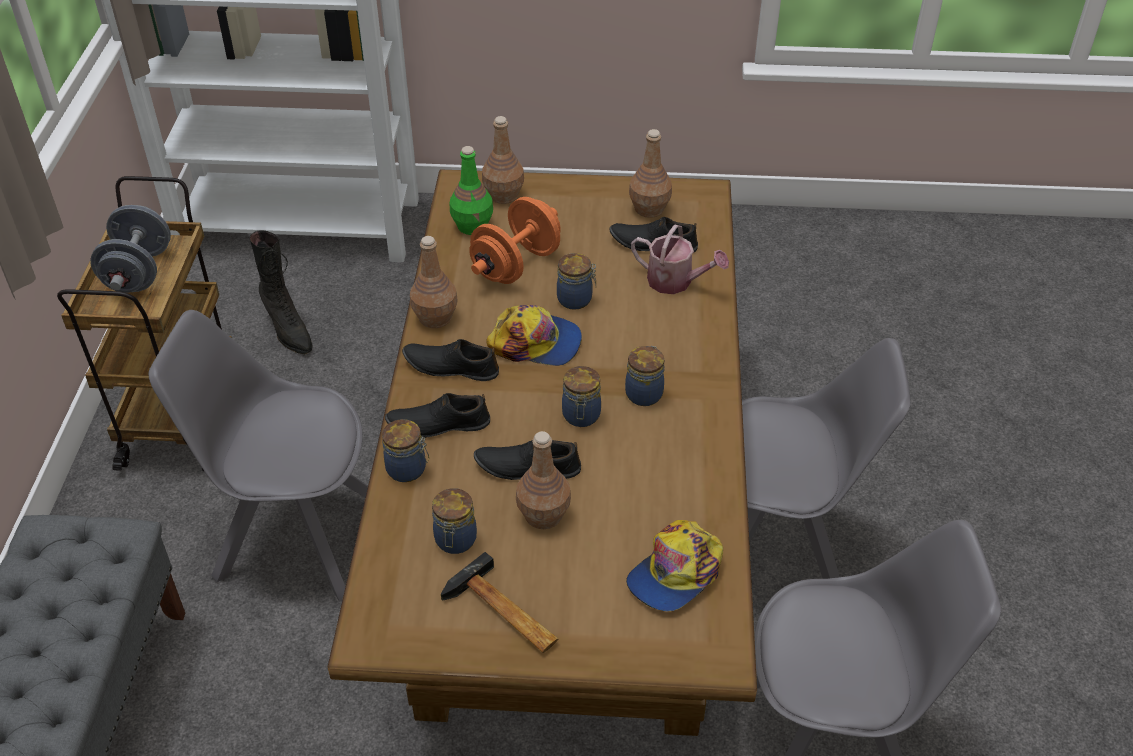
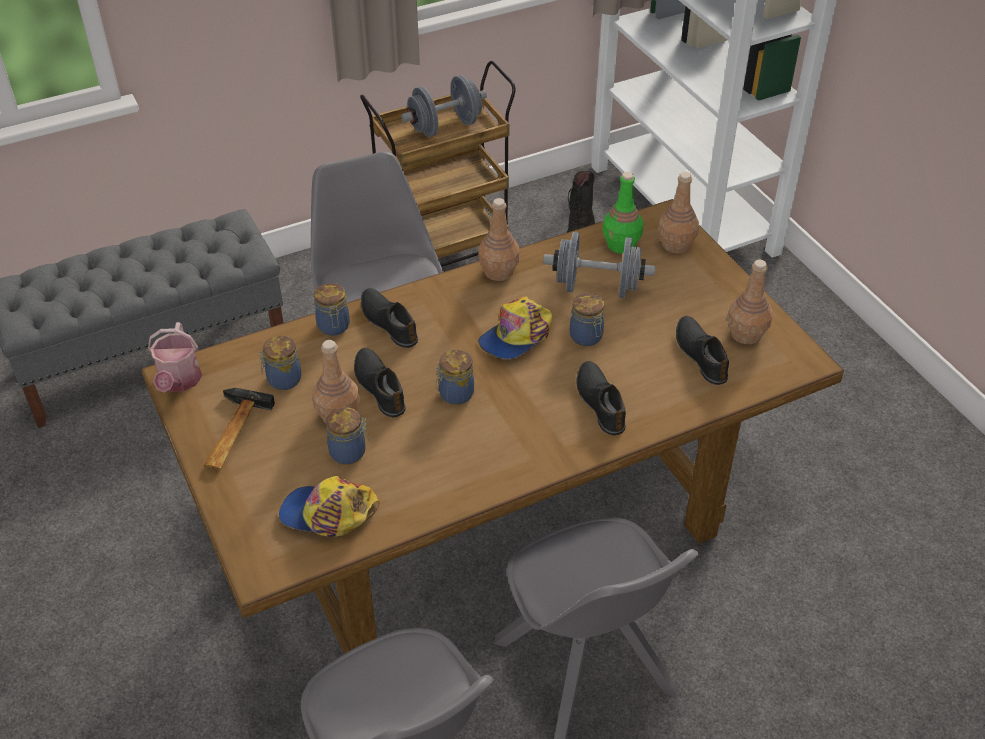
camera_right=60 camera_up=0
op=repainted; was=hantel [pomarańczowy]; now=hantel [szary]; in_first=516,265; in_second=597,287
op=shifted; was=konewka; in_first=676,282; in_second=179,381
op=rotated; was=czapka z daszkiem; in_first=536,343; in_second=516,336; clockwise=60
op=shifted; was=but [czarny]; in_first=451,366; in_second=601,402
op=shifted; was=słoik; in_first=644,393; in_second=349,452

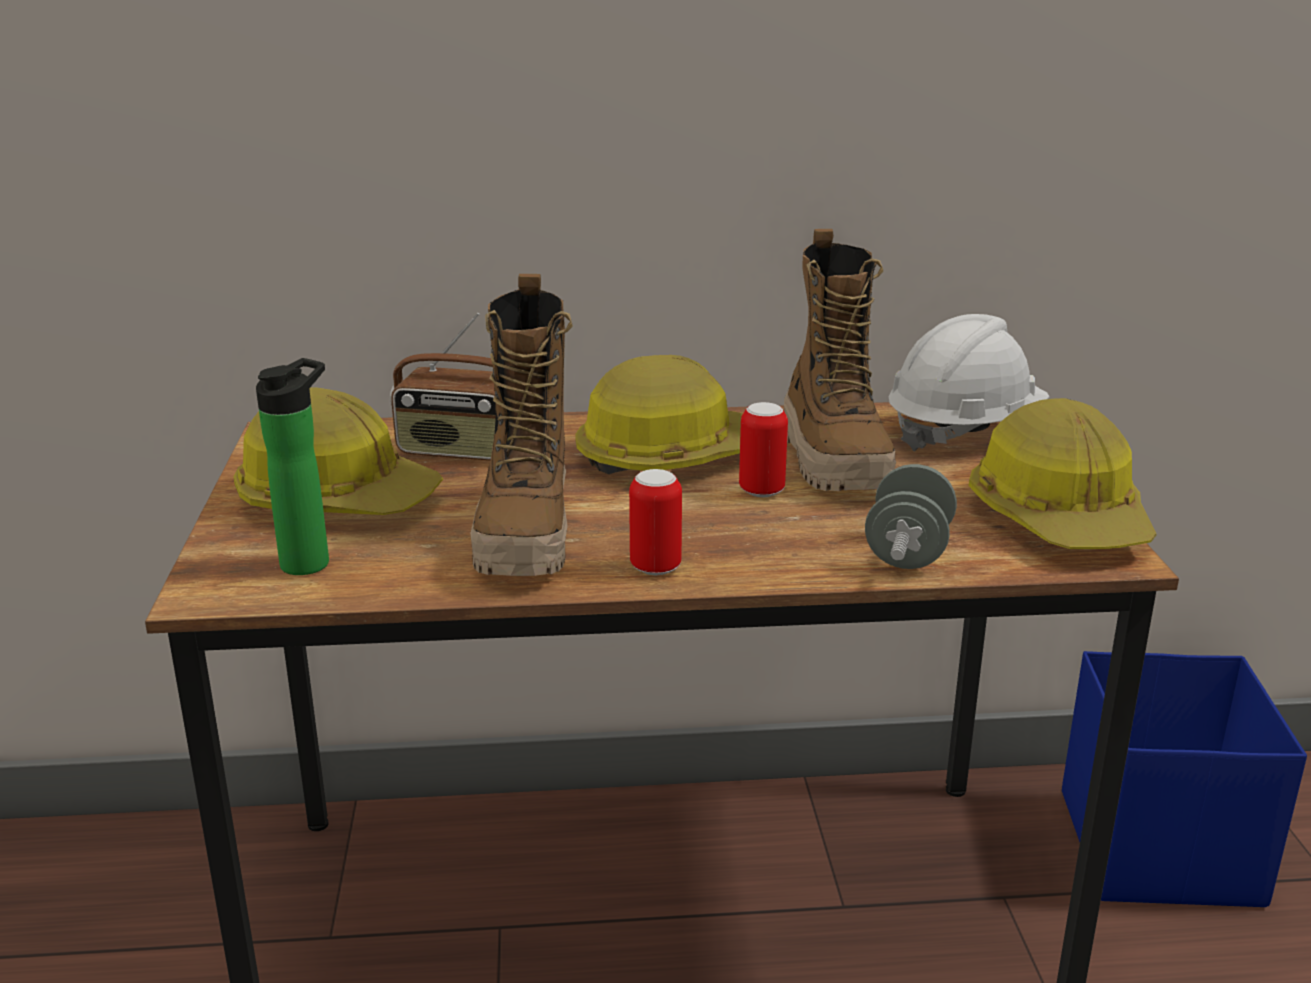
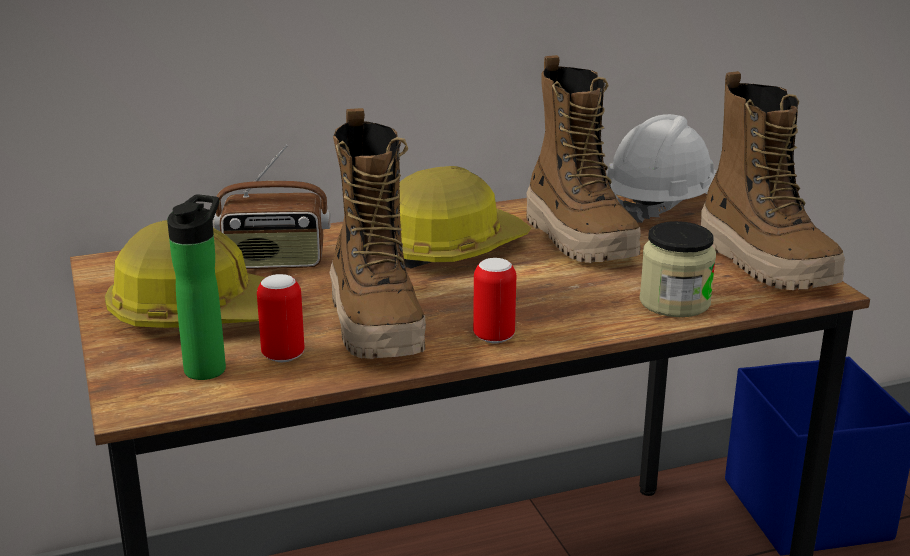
camera_right=-15 camera_up=0
op=swapped; was=kask; now=but z cholewką; in_first=1059,518; in_second=766,264
op=shifted; was=puszka; in_first=761,490; in_second=283,355
op=swapped; was=hantel [szary]; now=słoik; in_first=908,552; in_second=674,302

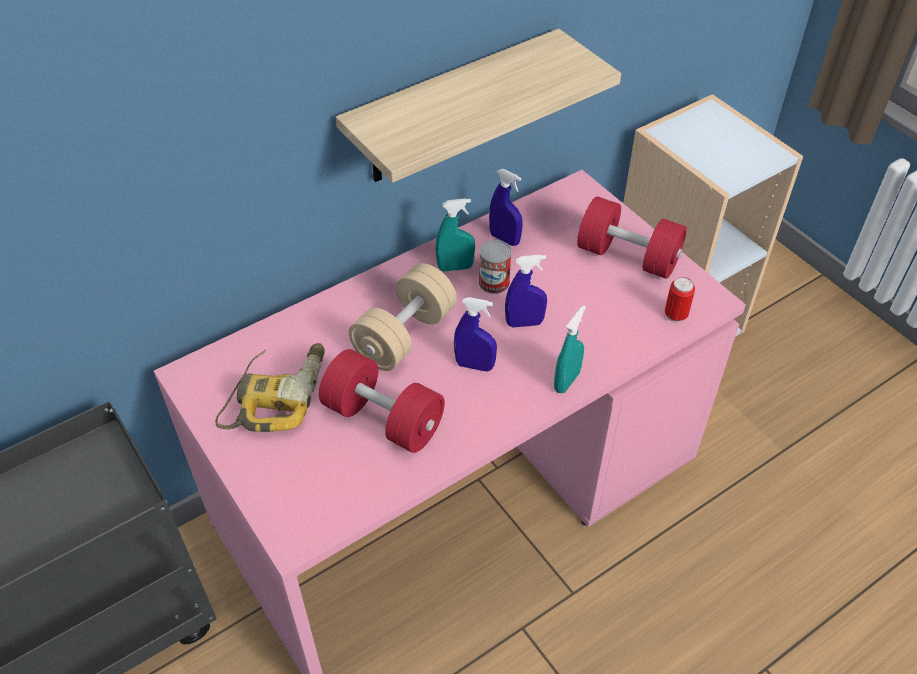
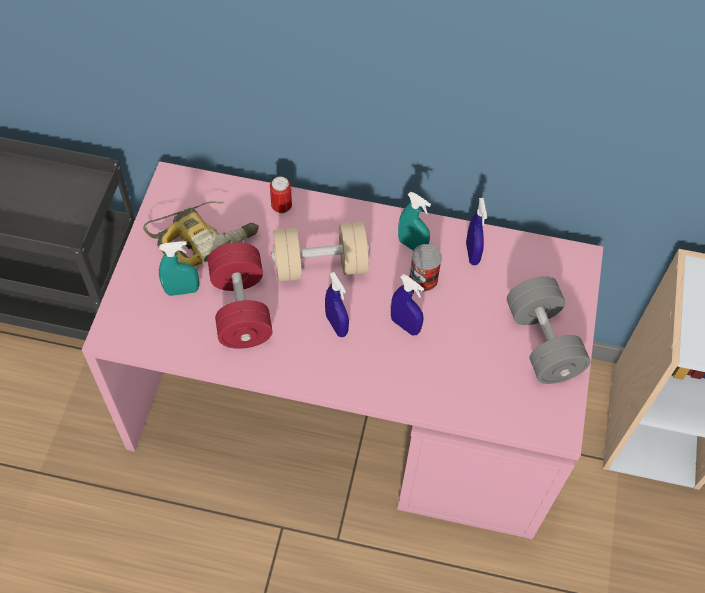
camera_right=45 camera_up=10
op=gone; was=półka; in_first=452,109
op=repainted; was=hantel [czerwony]; now=hantel [szary]; in_first=628,256; in_second=542,342
op=shifted; was=puszka; in_first=675,315; in_second=281,207
op=shifted; was=spryskiwacz [turkusowy]; in_first=566,381; in_second=182,290

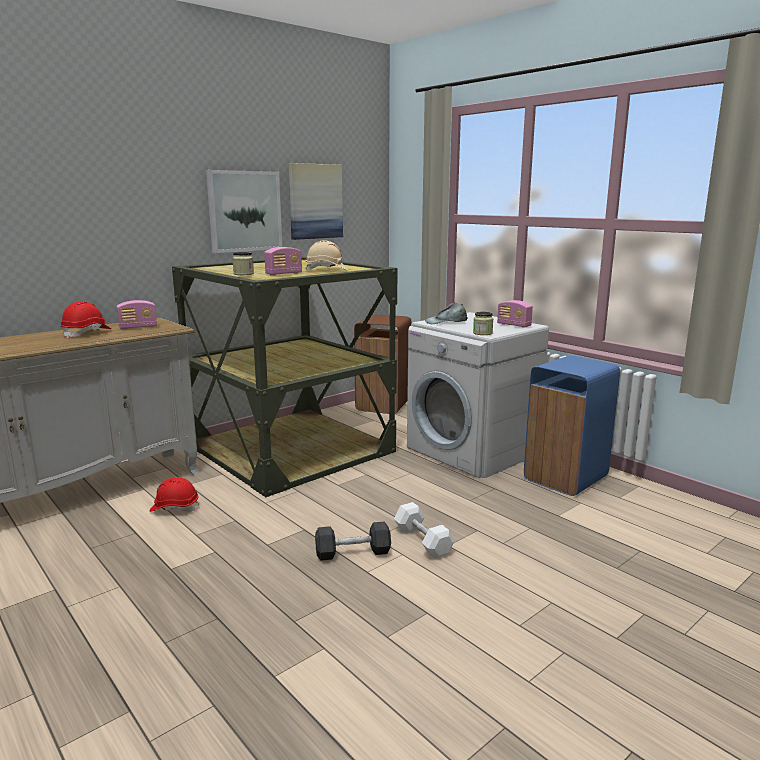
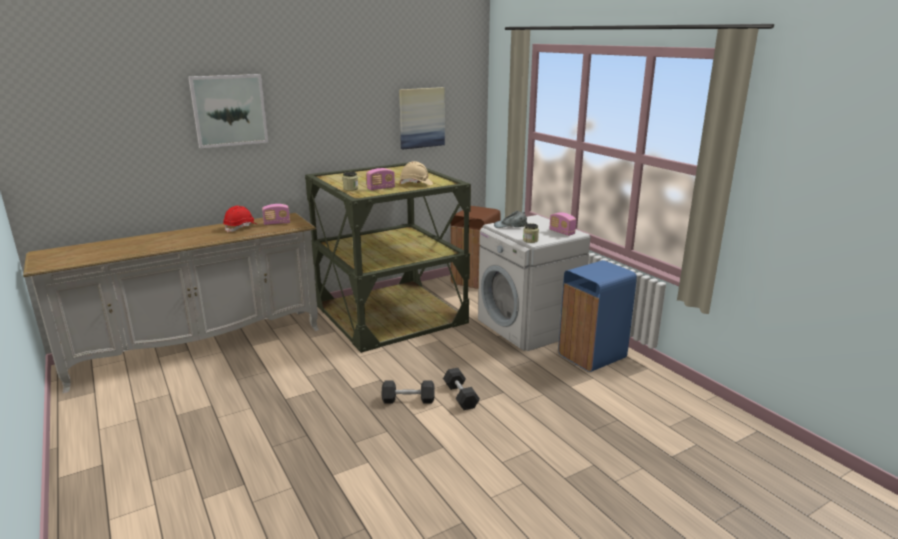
camera_right=10 camera_up=5
op=shifted; was=obraz; in_first=244,211; in_second=229,110
op=gone; was=kask [czerwony]; in_first=175,508
op=repainted; was=hantel [biały]; now=hantel [czarny]; in_first=423,541; in_second=460,396

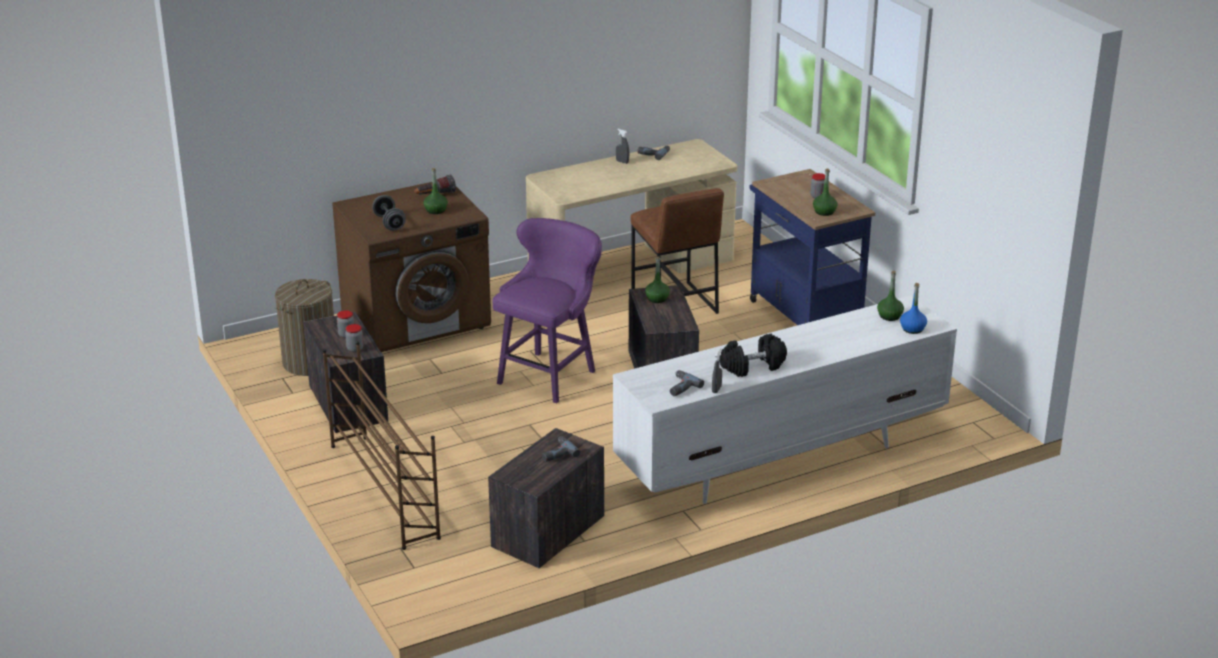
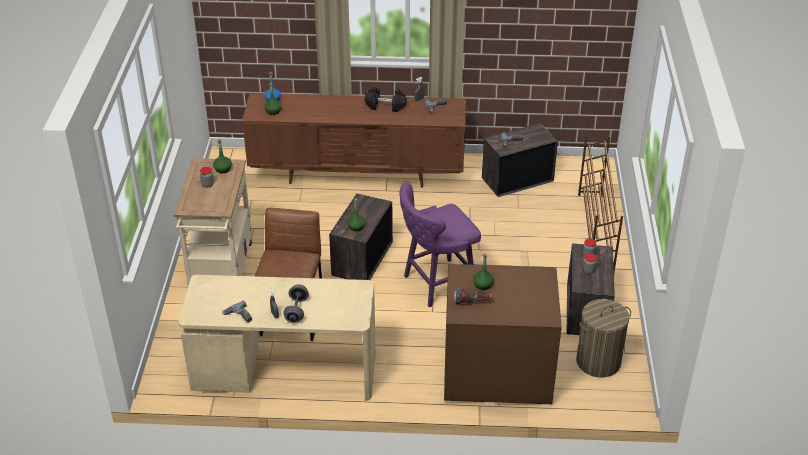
camera_right=-150 camera_up=10
op=repainted; was=wózek [niebieski]; now=wózek [beżowy]; in_first=802,315; in_second=221,271
op=shifted; was=hantel [szary]; in_first=389,223; in_second=296,310
op=repainted; was=szafka [biały]; now=szafka [brązowy]; in_first=781,462; in_second=358,174

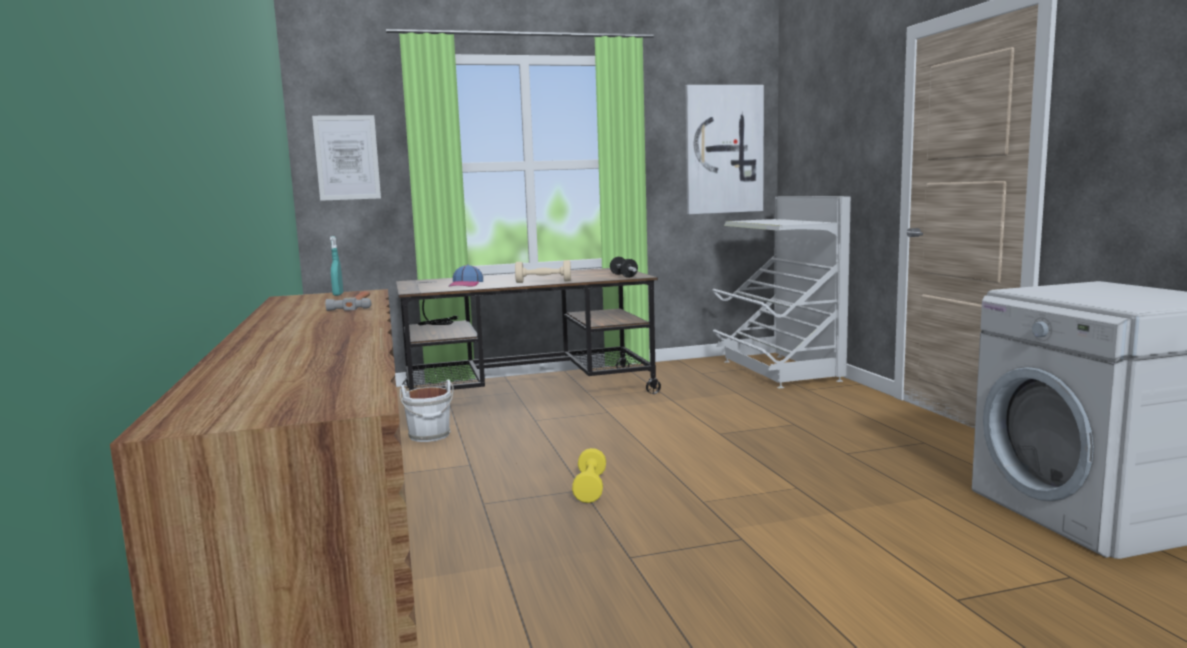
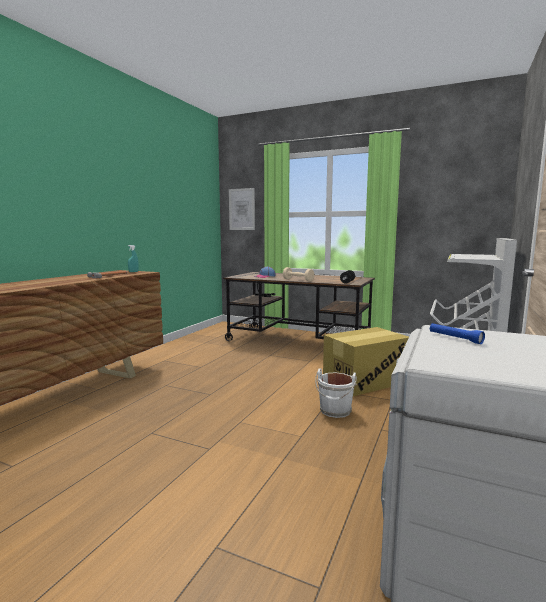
camera_right=40 camera_up=0
op=gone; was=obraz; in_first=723,149
op=shifted; was=wiadro [biały]; in_first=430,436; in_second=335,411
op=gone; was=hantel [żółty]; in_first=590,488
op=new; now=latarka [niebieski]; in_second=455,338
op=new; now=karton; in_second=365,381

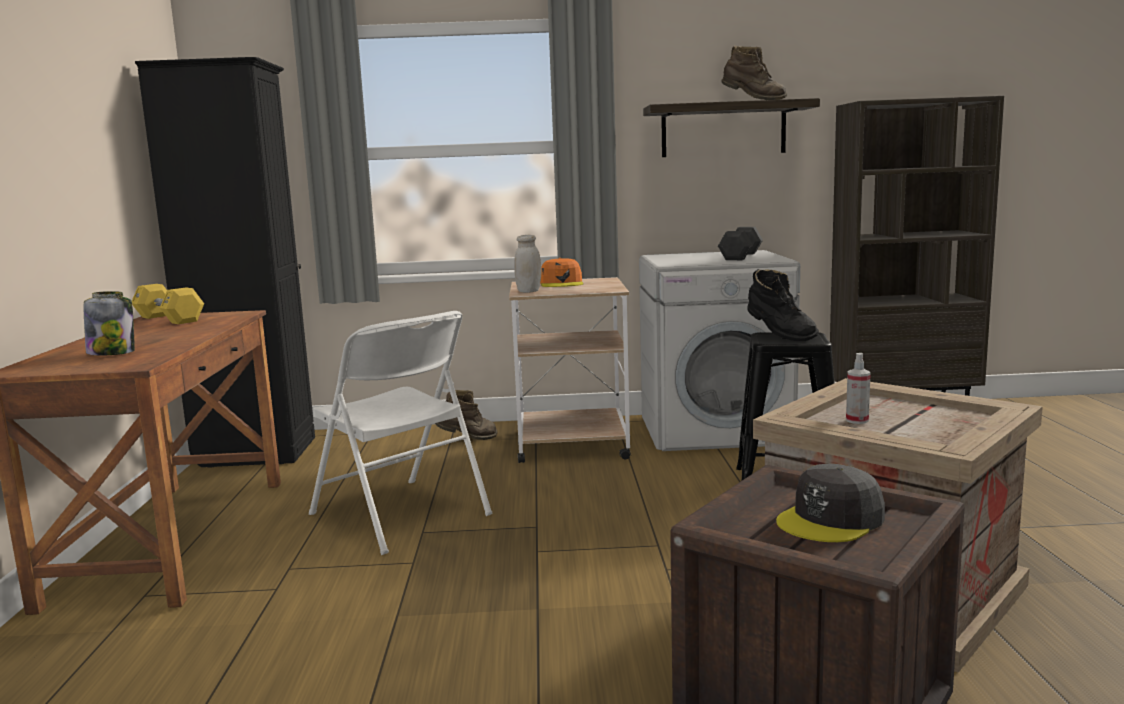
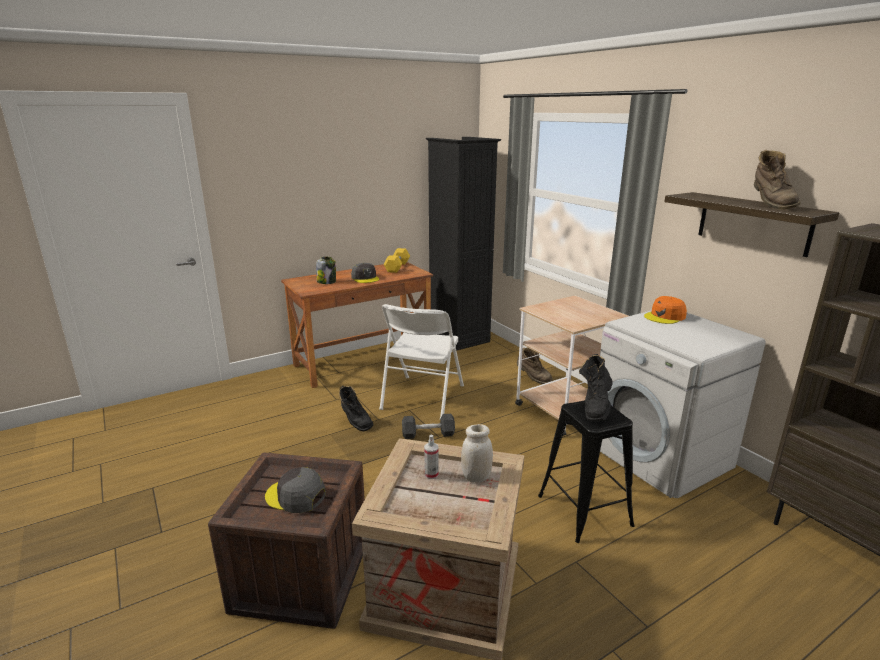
camera_right=60 camera_up=10
op=shifted; was=hantel [czarny]; in_first=740,256; in_second=428,434
op=shifted; was=słoik [biały]; in_first=529,291; in_second=476,477
op=shifted; was=czapka z daszkiem [pomarańczowy]; in_first=562,283; in_second=665,316
op=new; now=czapka z daszkiem [szary]; in_second=365,278
op=new; now=but z cholewką [czarny]; in_second=355,422

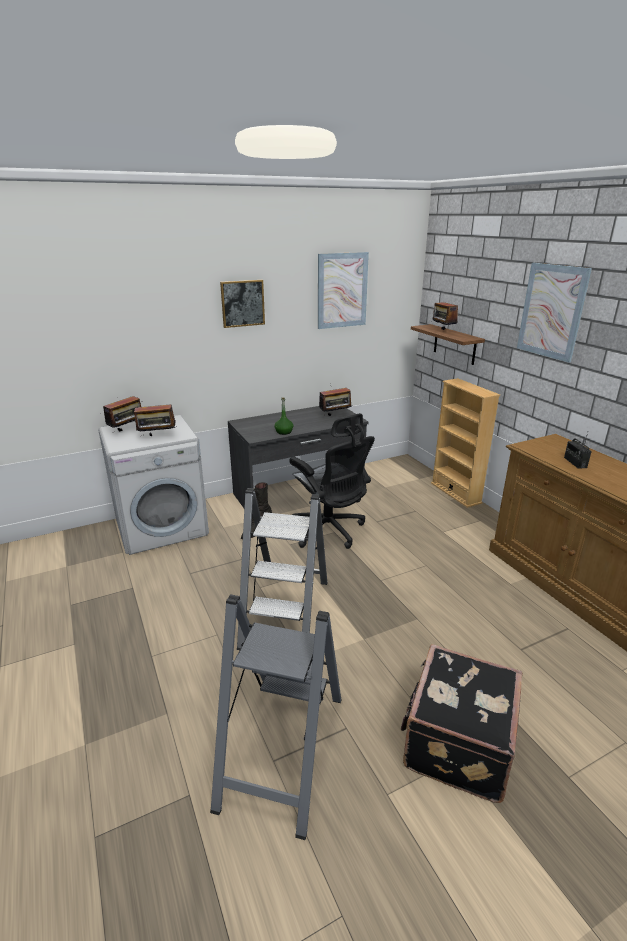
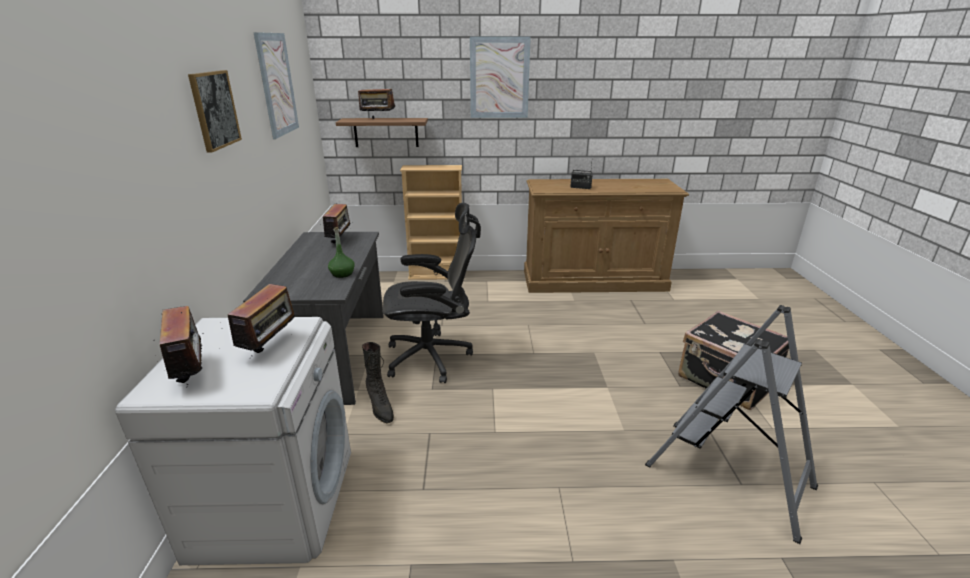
camera_right=-65 camera_up=0
op=gone; was=drabinka [szary]; in_first=286,612

